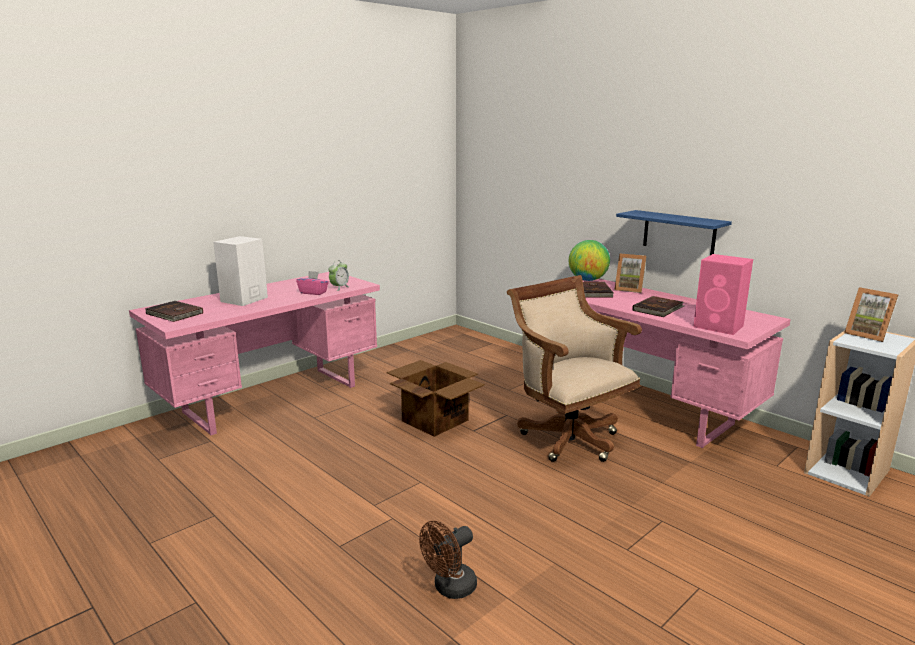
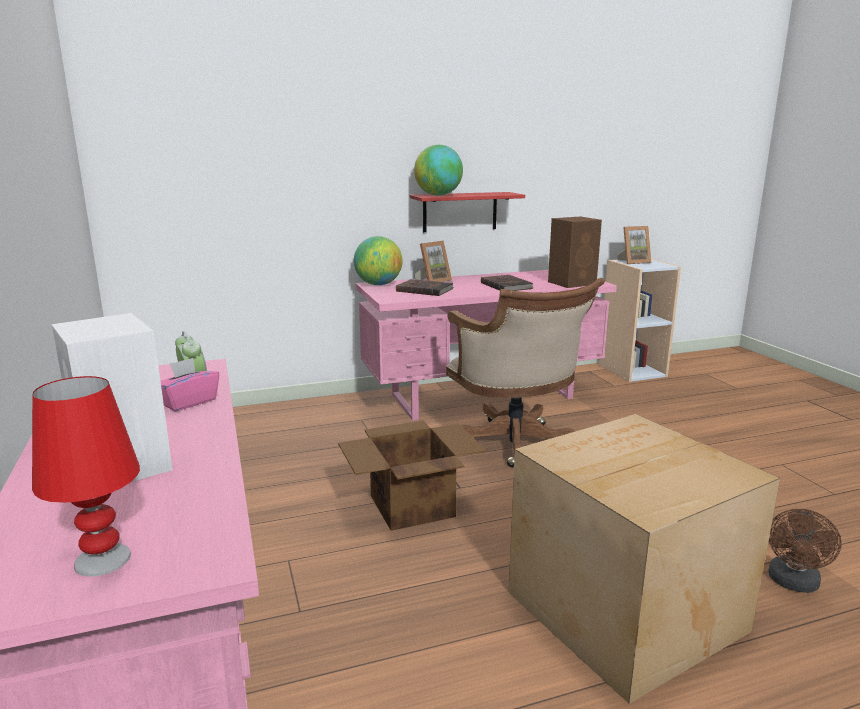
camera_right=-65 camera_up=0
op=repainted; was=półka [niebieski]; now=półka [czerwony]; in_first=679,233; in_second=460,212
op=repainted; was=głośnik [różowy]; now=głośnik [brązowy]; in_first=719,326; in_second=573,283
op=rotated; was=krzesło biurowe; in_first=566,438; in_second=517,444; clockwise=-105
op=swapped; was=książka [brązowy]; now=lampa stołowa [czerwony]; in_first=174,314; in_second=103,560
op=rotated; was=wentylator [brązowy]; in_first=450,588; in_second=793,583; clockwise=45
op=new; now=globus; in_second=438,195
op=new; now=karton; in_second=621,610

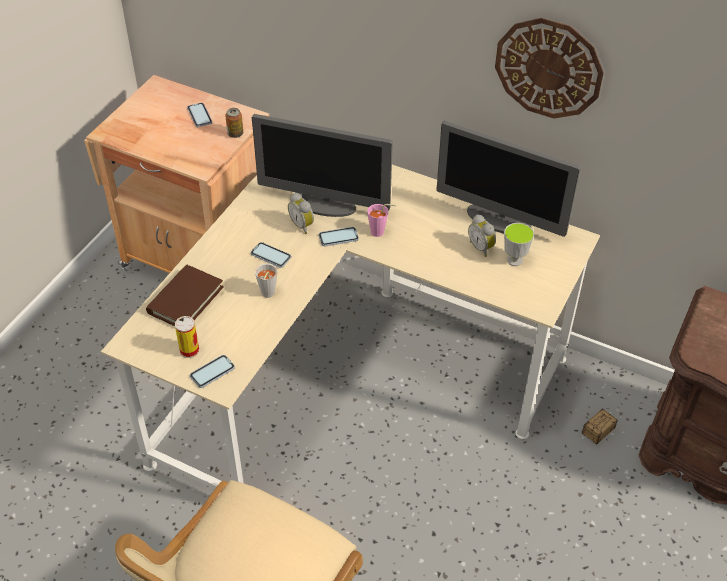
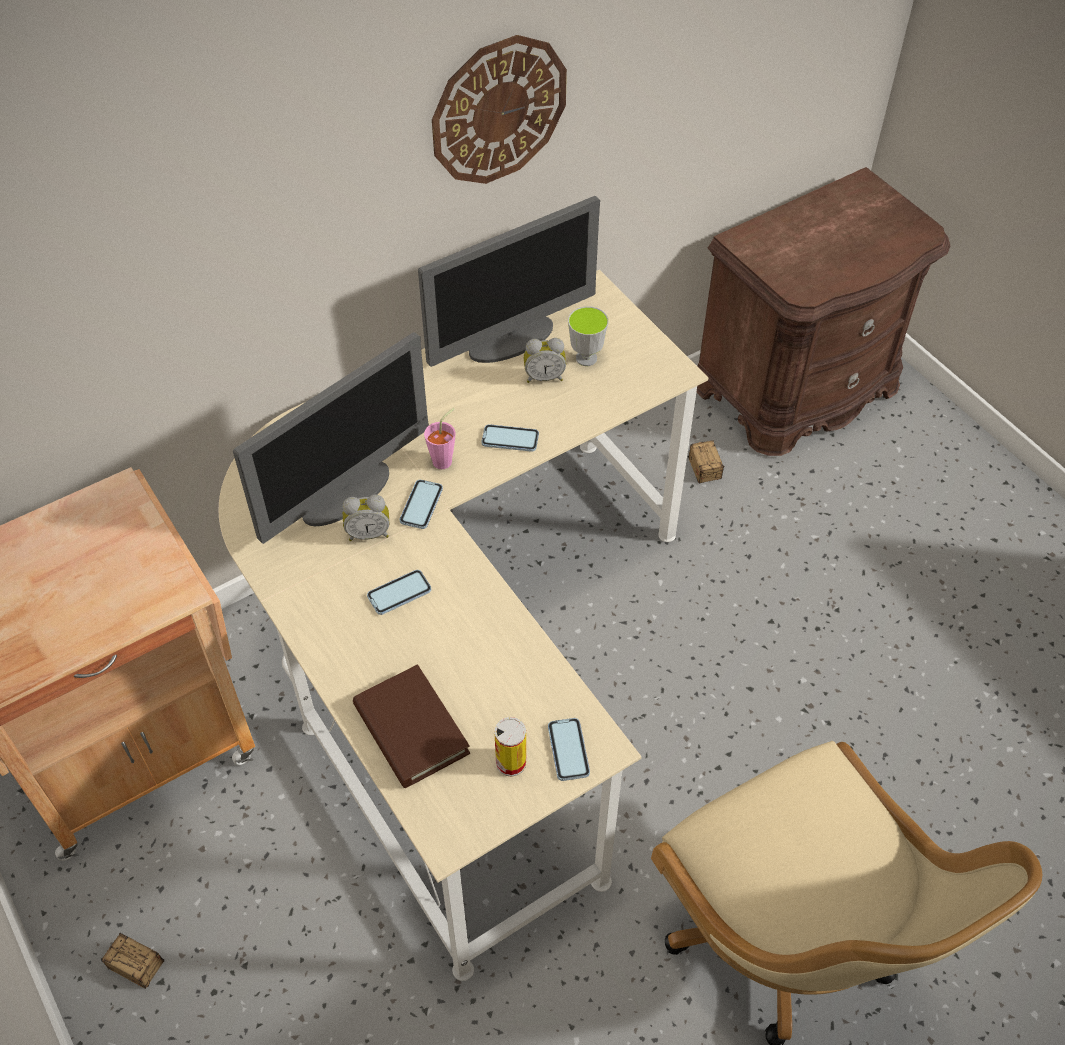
camera_right=-60 camera_up=5
op=shifted; was=telefon; in_first=199,116; in_second=510,439
op=gone; was=puszka; in_first=235,134
op=gone; was=filiżanka [szary]; in_first=267,295
op=new; now=pojemnik do przechowywania; in_second=162,979

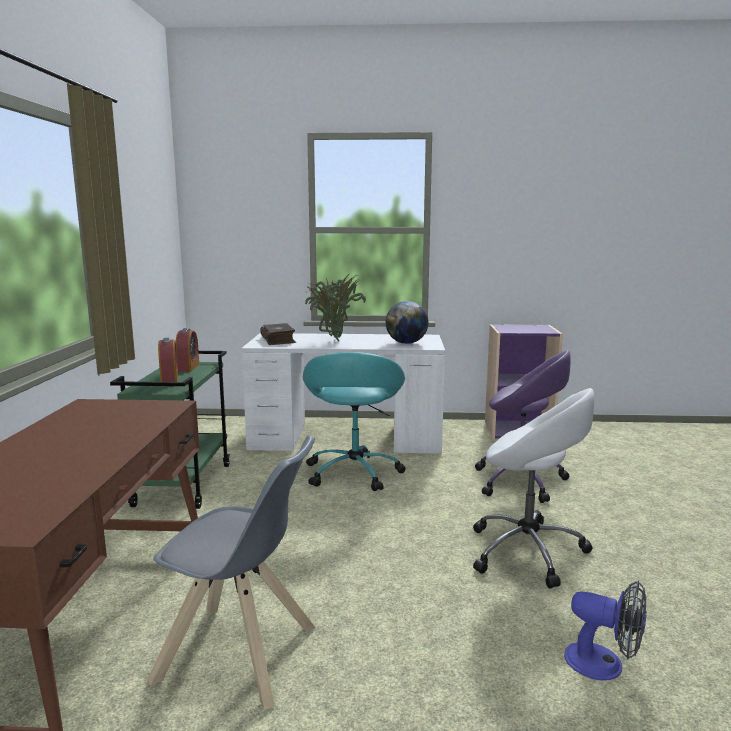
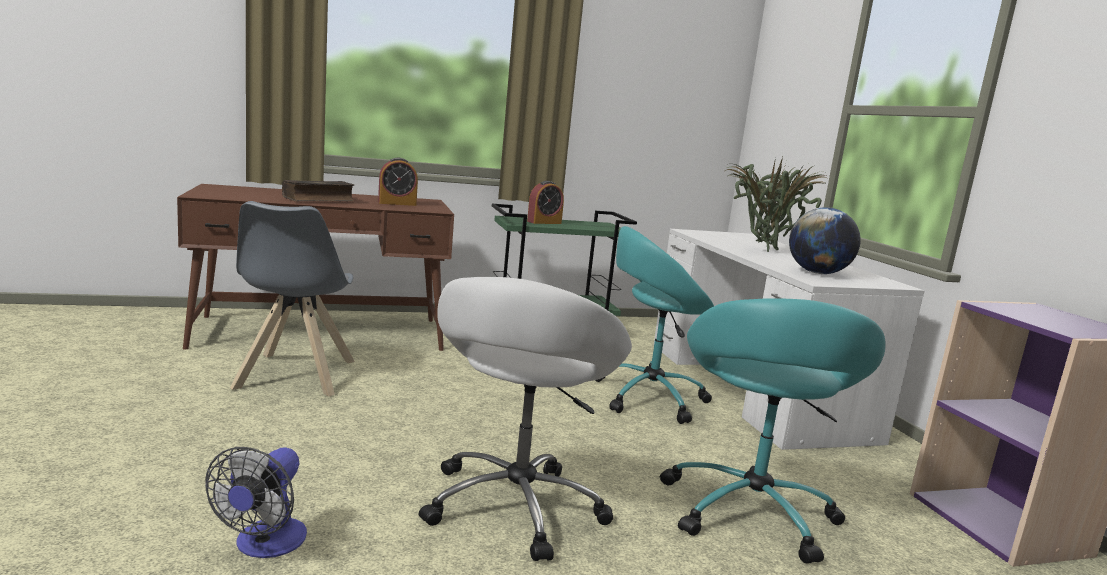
camera_right=70 camera_up=0
op=shifted; was=książka; in_first=278,340; in_second=318,199
op=shifted; was=budzik; in_first=188,367; in_second=397,203
op=repainted; was=krzesło biurowe [fioletowy]; now=krzesło biurowe [turkusowy]; in_first=521,481; in_second=750,515

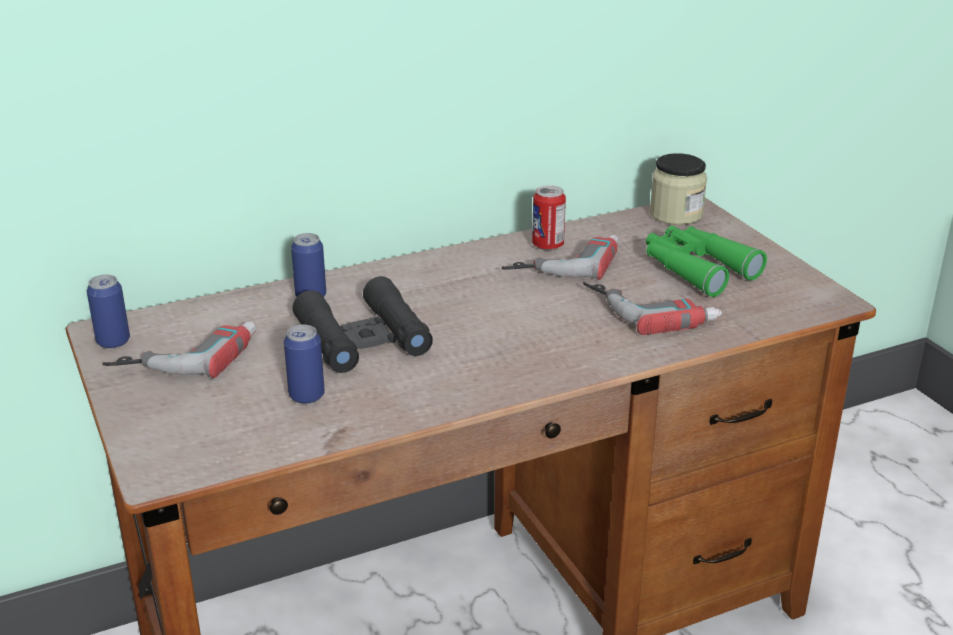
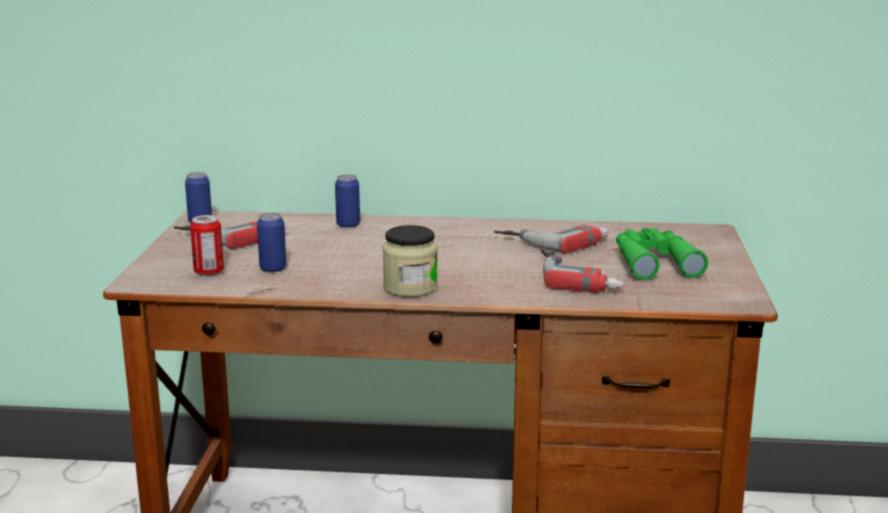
camera_right=30 camera_up=-10
op=shifted; was=słoik; in_first=676,214; in_second=410,287
op=shifted; was=puszka; in_first=547,245; in_second=209,272
op=gone; was=lornetka [czarny]; in_first=363,338

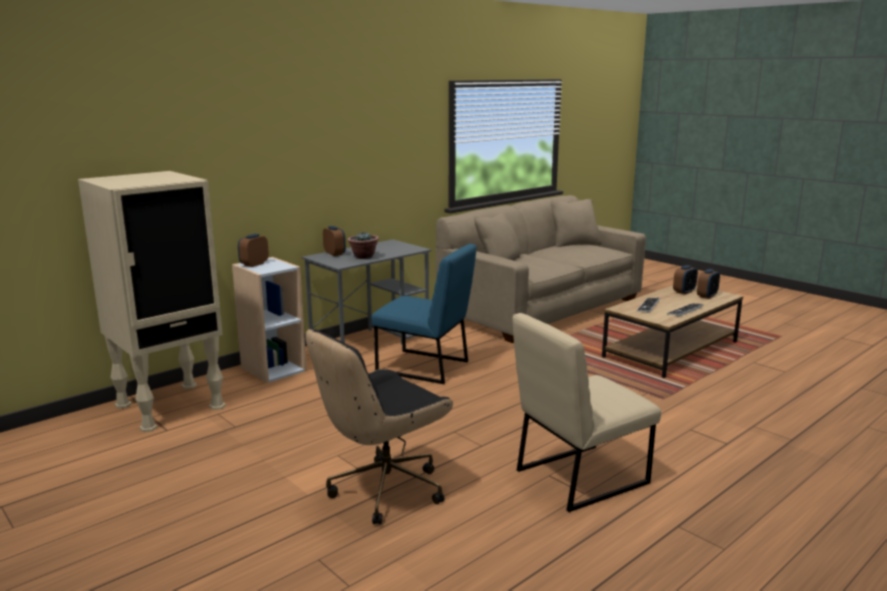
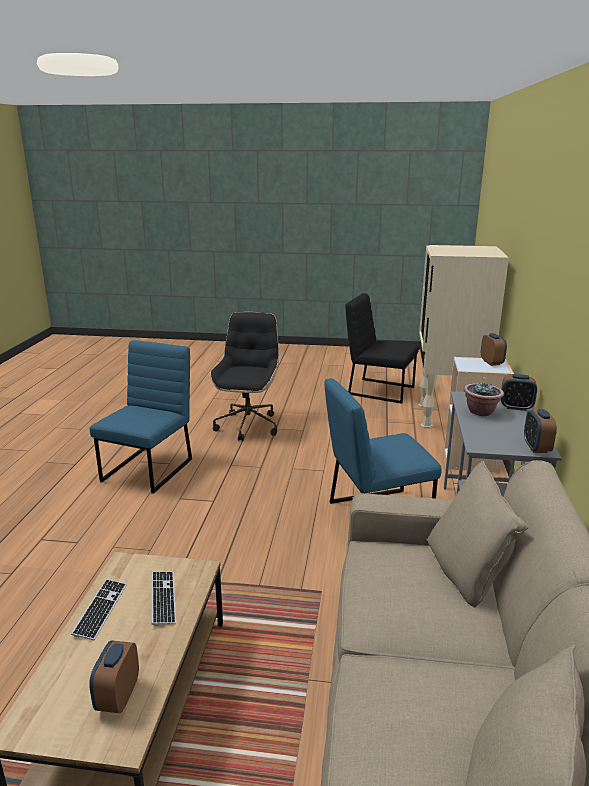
camera_right=140 camera_up=5
op=shifted; was=budzik; in_first=707,296; in_second=536,448
op=repainted; was=krzesło [beżowy]; now=krzesło [niebieski]; in_first=578,477; in_second=149,469
op=new; now=krzesło [czarny]; in_second=379,390

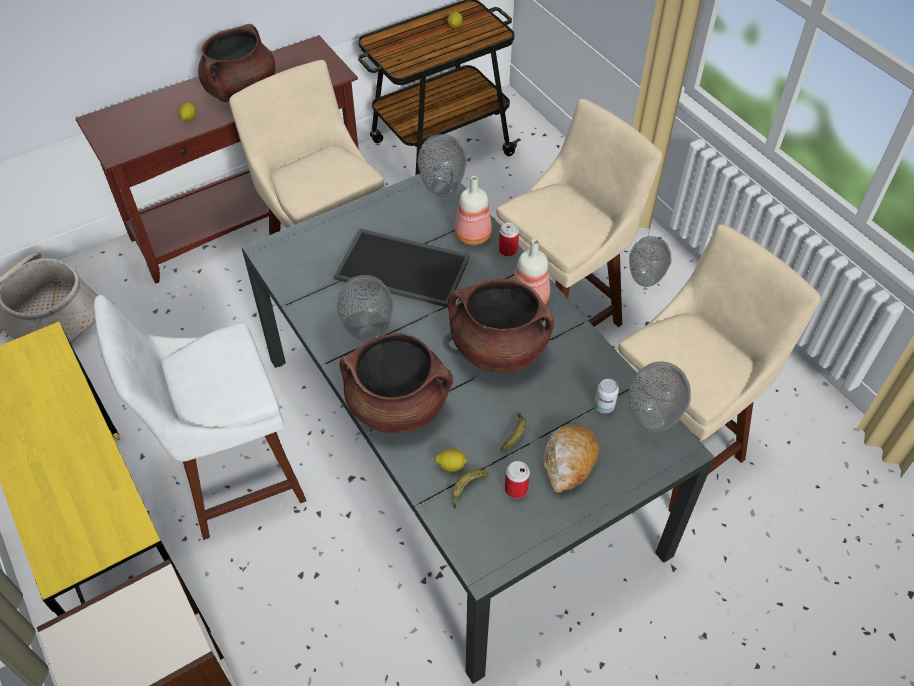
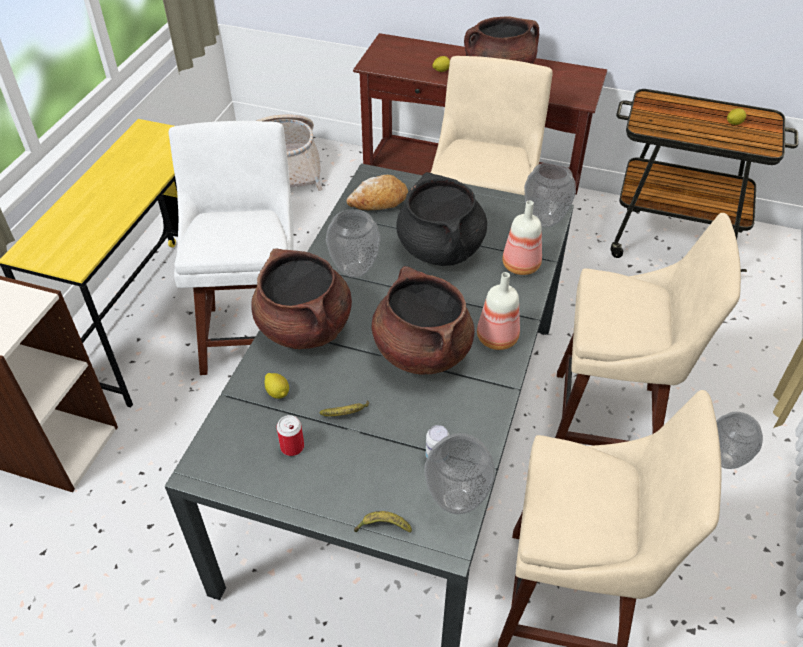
camera_right=50 camera_up=-5
op=gone; was=puszka; in_first=508,250
op=swapped; was=taca; now=garnek [czarny]; in_first=404,267; in_second=441,249
op=rotated; was=krzesło [biały]; in_first=231,475; in_second=256,332; clockwise=60
op=shifted; was=chleb; in_first=569,462; in_second=378,201
op=shifted; was=banan; in_first=466,488; in_second=382,527

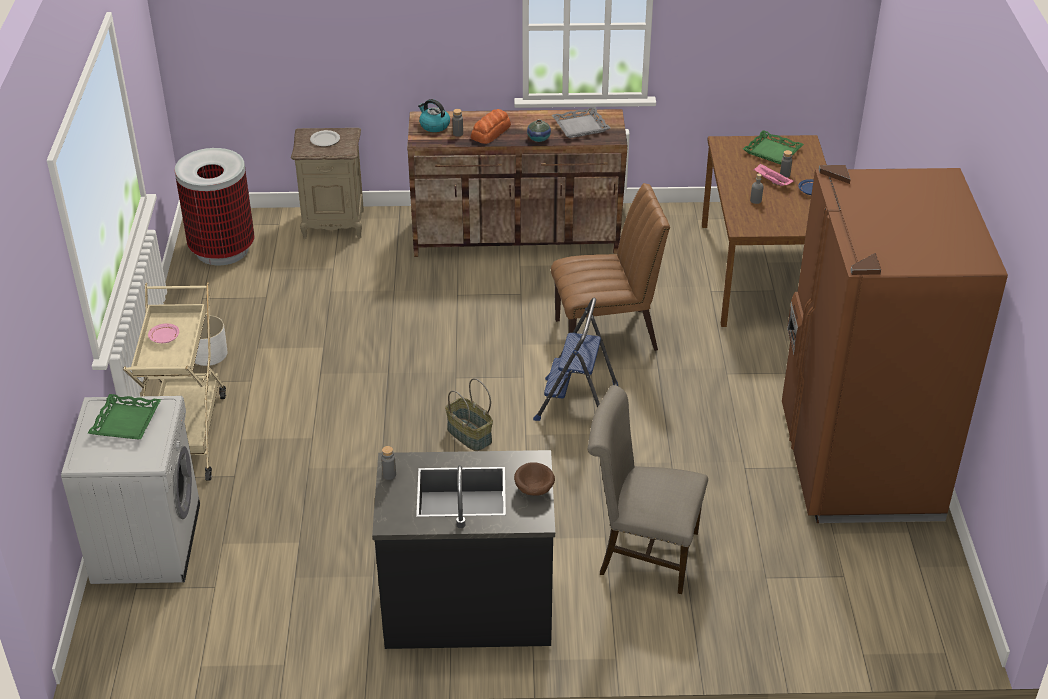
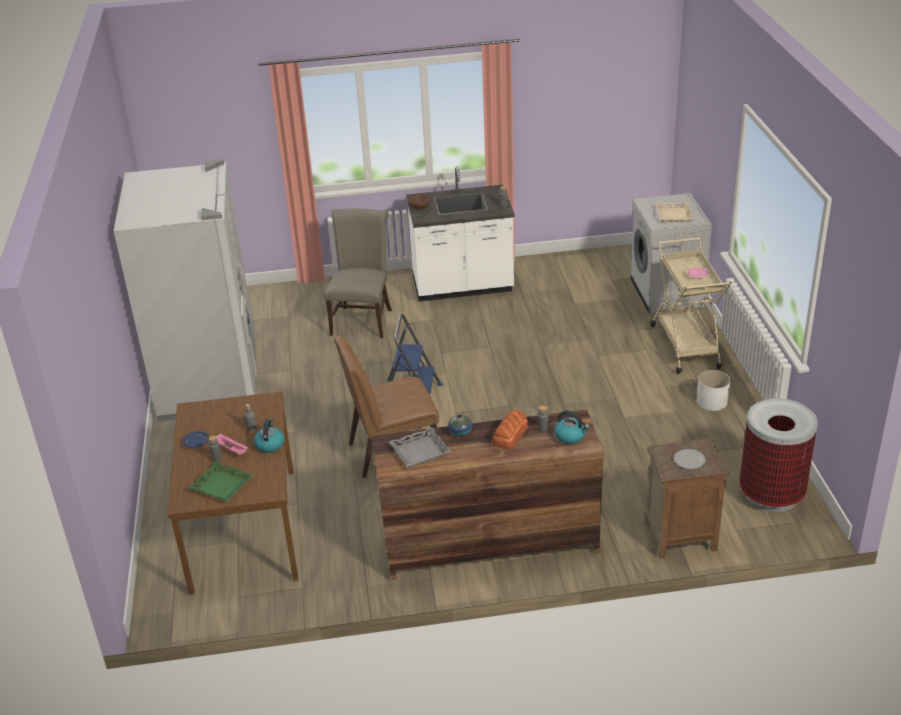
camera_right=175 camera_up=-5
op=repainted; was=lodówka [brązowy]; now=lodówka [biały]; in_first=858,462; in_second=210,381
op=gone; was=koszyk; in_first=468,435
op=rotated; was=krzesło [beżowy]; in_first=641,552; in_second=362,320; clockwise=-90
op=repainted; was=taca [zielony]; now=taca [beżowy]; in_first=125,421; in_second=674,215
op=repainted; was=zabudowa kuchenna [czarny]; now=zabudowa kuchenna [biały]; in_first=468,606; in_second=462,287
op=new; now=czajnik; in_second=269,444

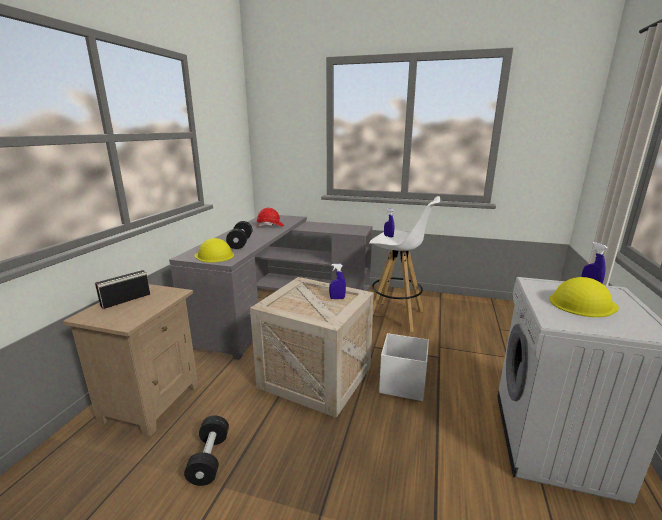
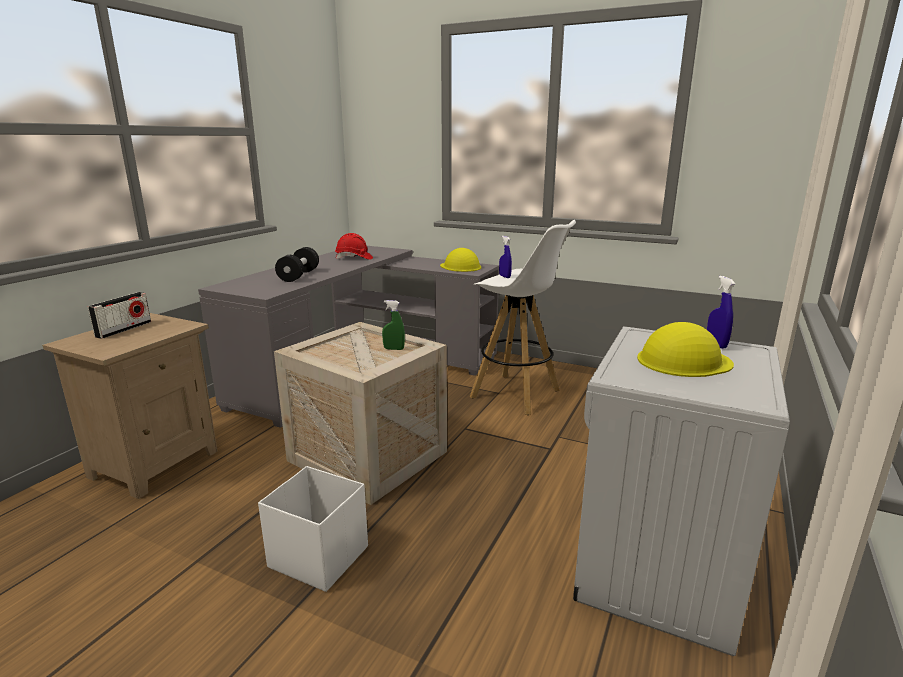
camera_right=10 camera_up=0
op=shifted; was=kask [żółty]; in_first=214,255; in_second=460,266
op=repainted; was=spryskiwacz [niebieski]; now=spryskiwacz [zielony]; in_first=337,298; in_second=394,349
op=rotated; was=radio; in_first=126,300; in_second=124,329; clockwise=150
op=shifted; was=pojemnik do przechowywania [biały]; in_first=402,384; in_second=318,556
op=gone; was=hantel [czarny]; in_first=209,459

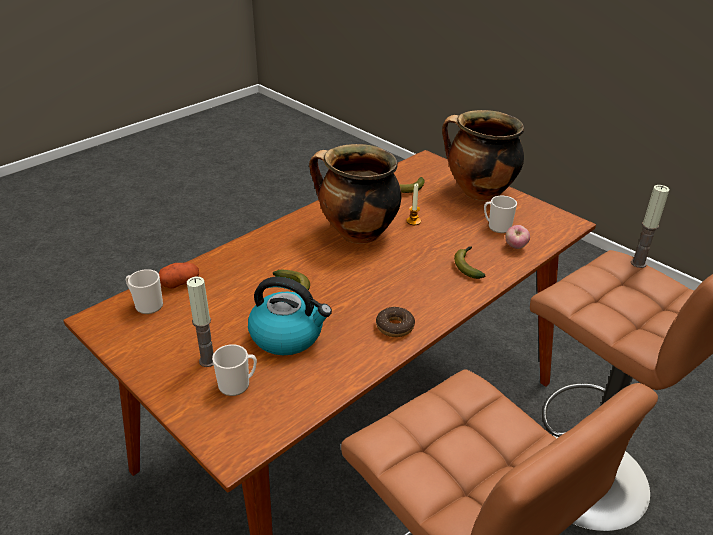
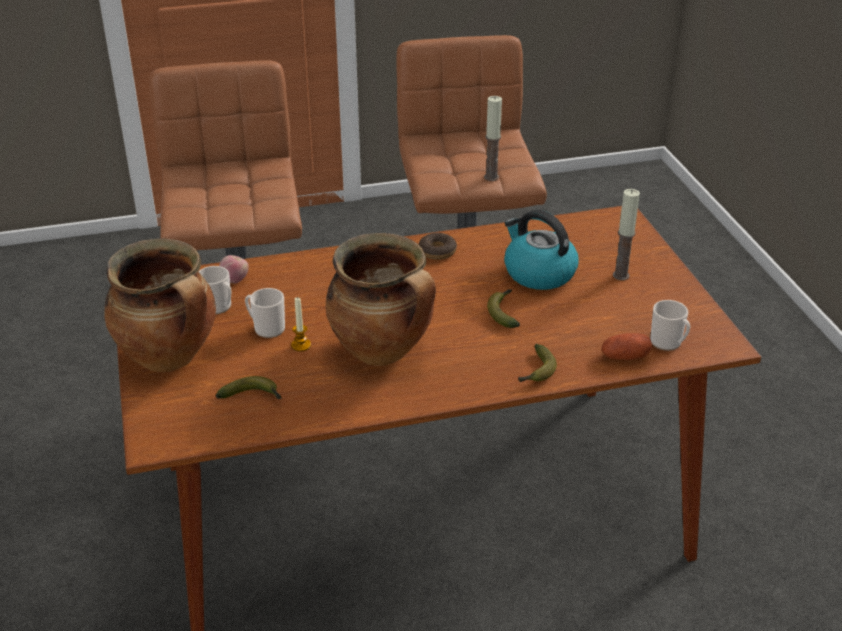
camera_right=-150 camera_up=0
op=shifted; was=świeca; in_first=638,263; in_second=491,177
op=shifted; was=banan; in_first=468,266; in_second=536,372
op=shifted; was=kubek; in_first=237,384; in_second=266,328

